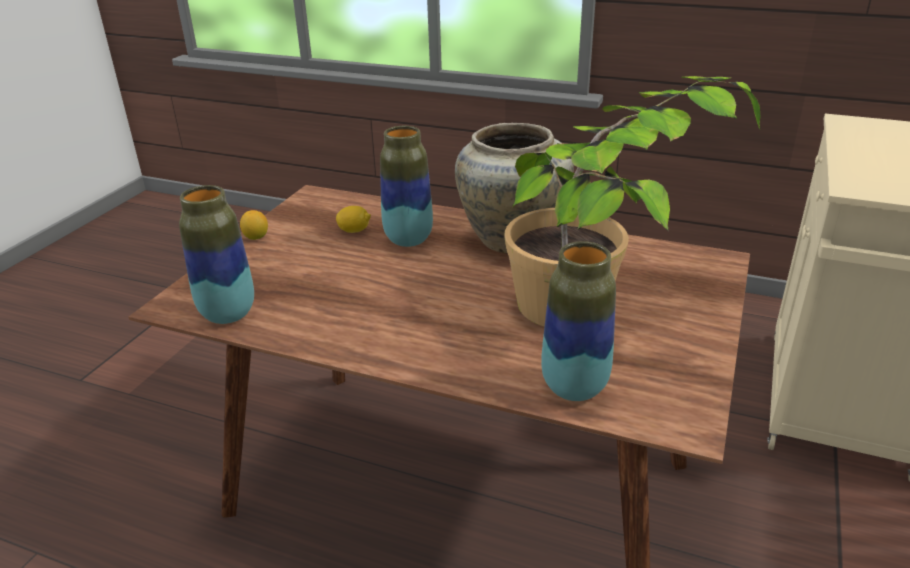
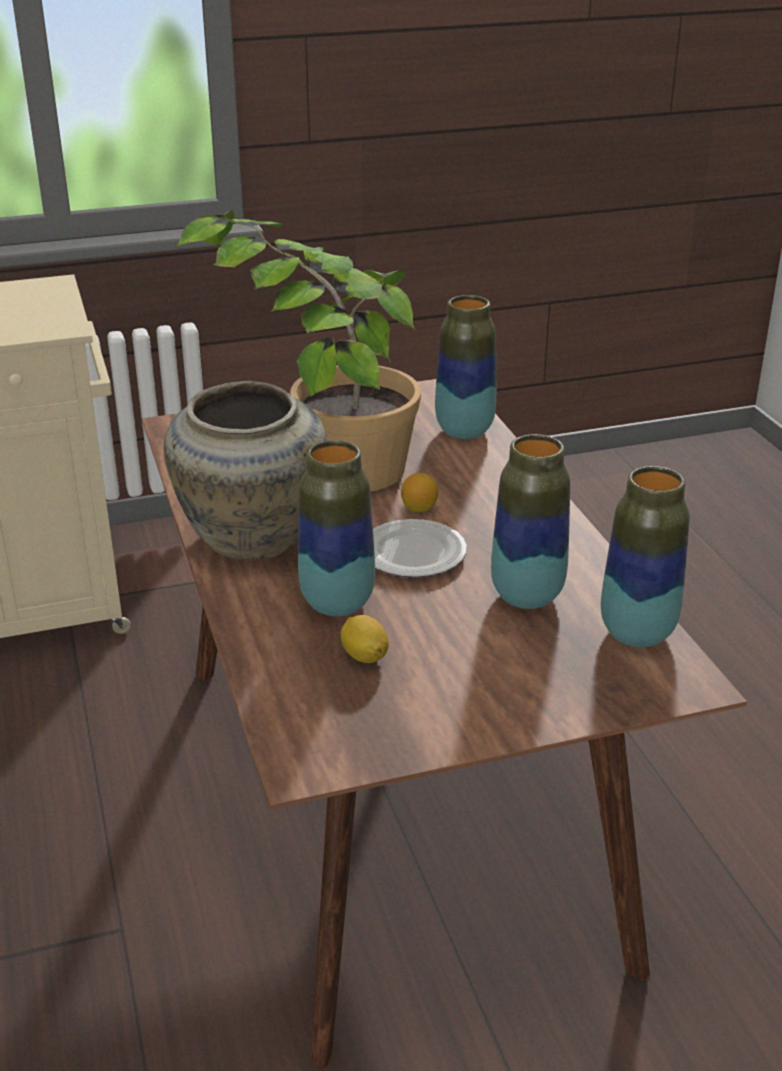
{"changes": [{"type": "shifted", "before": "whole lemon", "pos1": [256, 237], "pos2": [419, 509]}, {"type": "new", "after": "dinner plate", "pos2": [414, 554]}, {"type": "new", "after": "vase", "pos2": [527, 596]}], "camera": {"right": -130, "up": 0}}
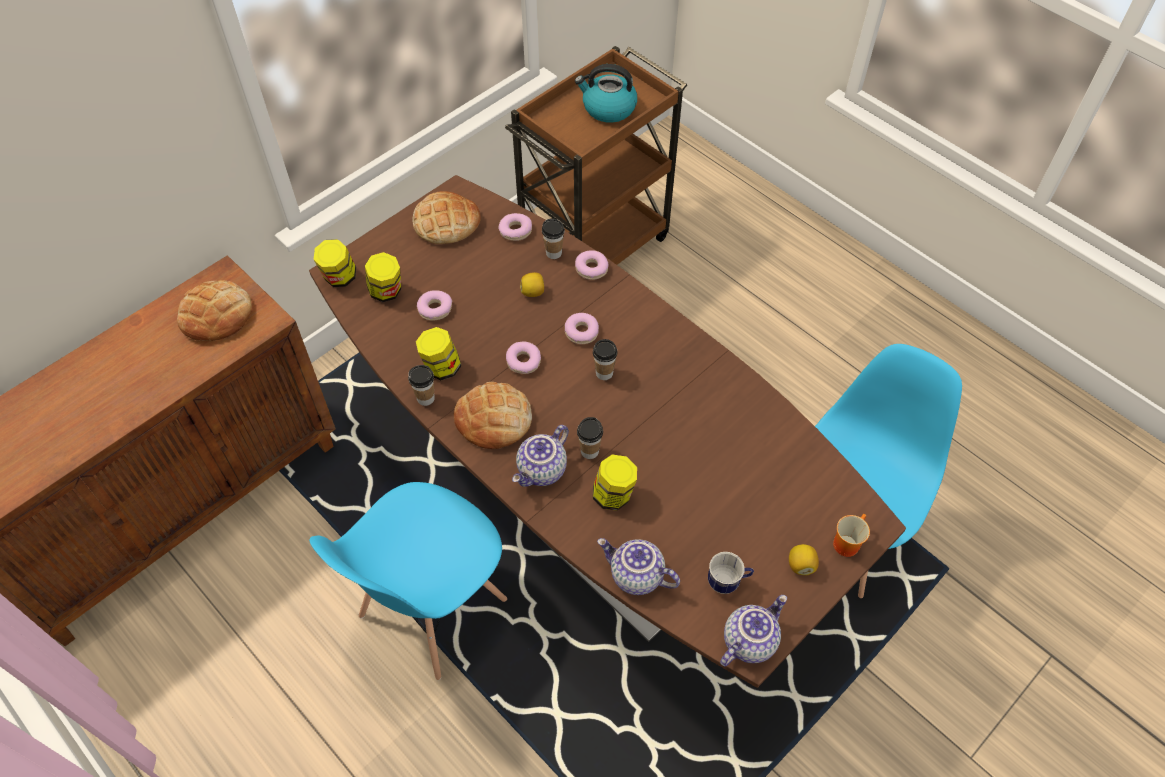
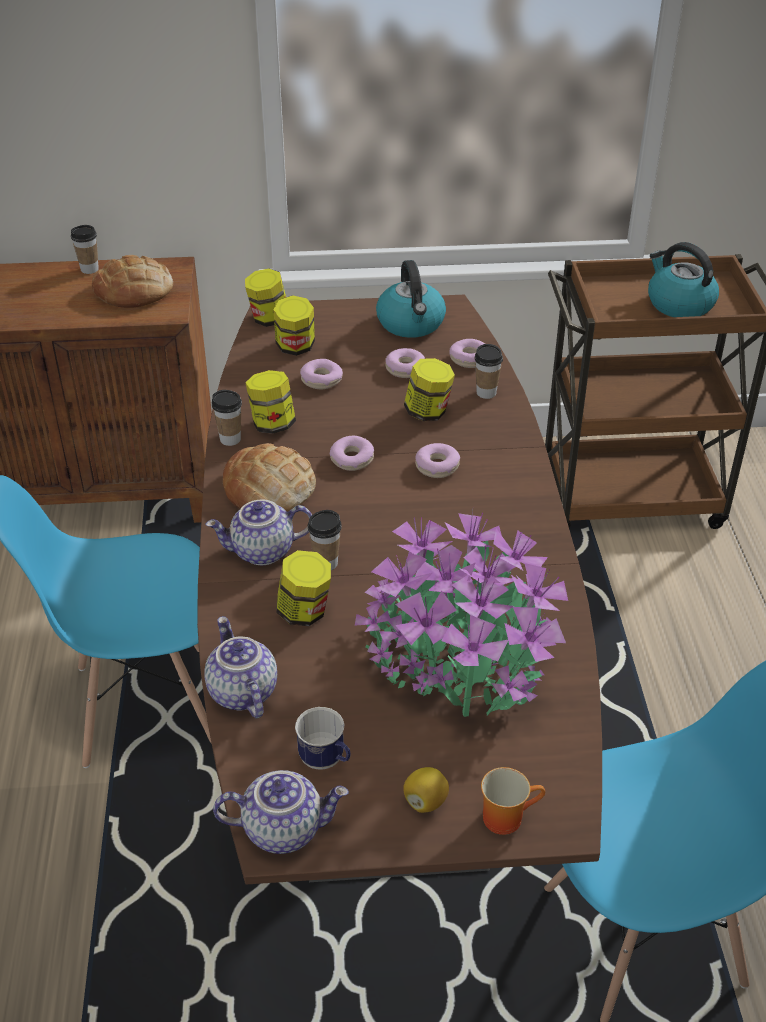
{"changes": [{"type": "swapped", "before": "baked bread", "after": "kettle", "pos1": [446, 222], "pos2": [411, 324]}, {"type": "swapped", "before": "whole lemon", "after": "storage jar", "pos1": [533, 292], "pos2": [428, 412]}, {"type": "shifted", "before": "donut", "pos1": [591, 269], "pos2": [405, 368]}, {"type": "shifted", "before": "drinking cup", "pos1": [604, 373], "pos2": [89, 269]}, {"type": "new", "after": "potted plant", "pos2": [460, 662]}], "camera": {"right": 40, "up": -15}}
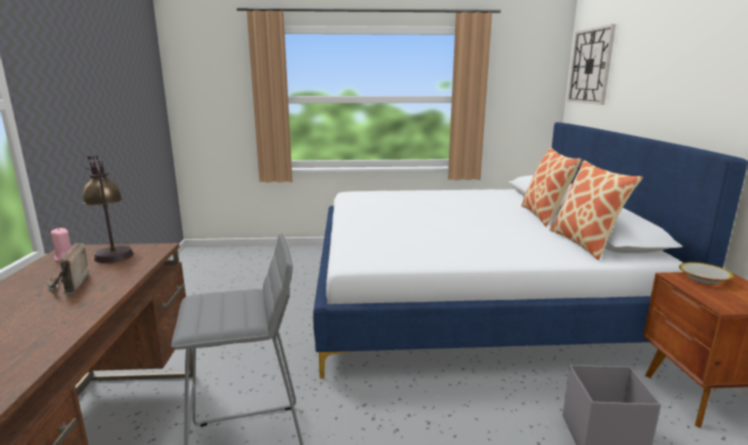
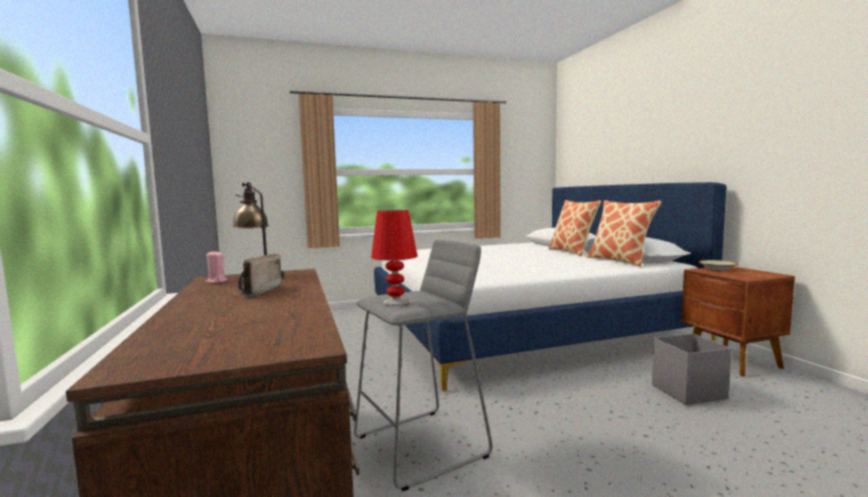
{"changes": [{"type": "rotated", "before": "radio receiver", "pos1": [68, 285], "pos2": [255, 291], "turn": 45}, {"type": "gone", "before": "clock on the wall", "pos1": [590, 66]}, {"type": "new", "after": "reddish table lamp", "pos2": [395, 302]}], "camera": {"right": -15, "up": -10}}
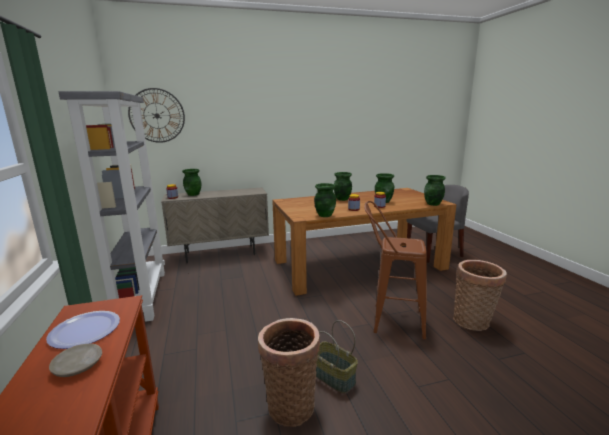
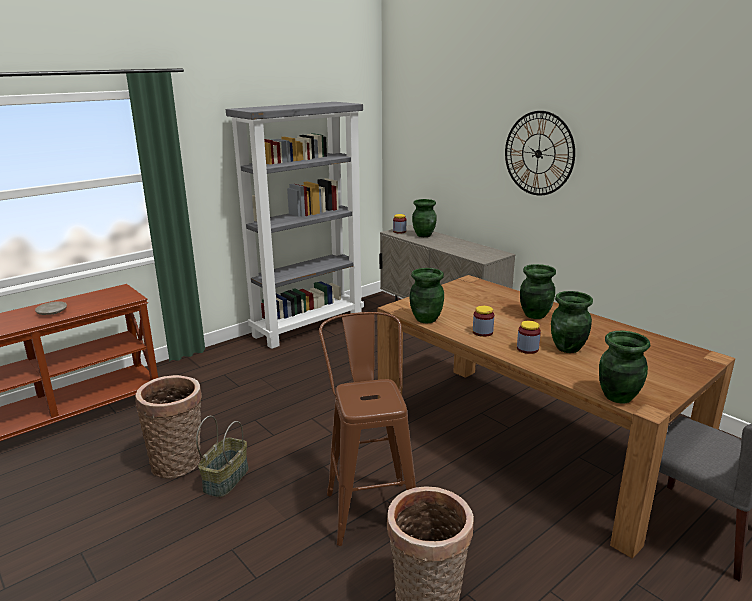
{"changes": [{"type": "gone", "before": "dinner plate", "pos1": [85, 330]}, {"type": "shifted", "before": "clock on the wall", "pos1": [157, 115], "pos2": [538, 153]}], "camera": {"right": 65, "up": 5}}
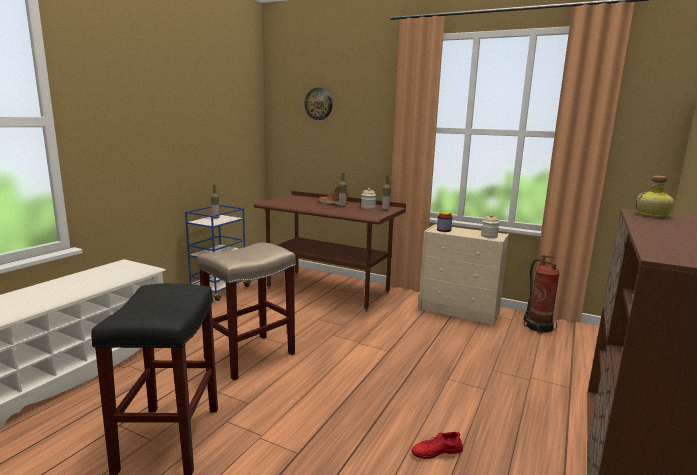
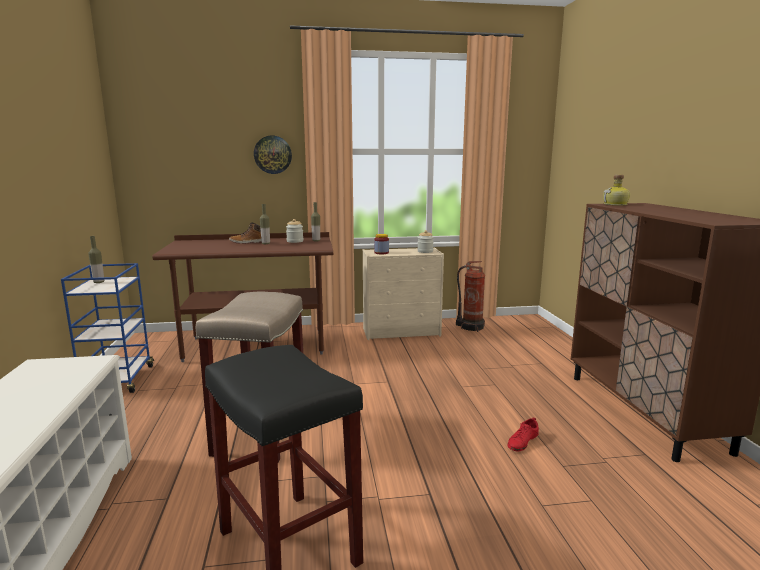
{"changes": [{"type": "shifted", "before": "clock on the wall", "pos1": [318, 104], "pos2": [273, 154]}], "camera": {"right": -35, "up": 0}}
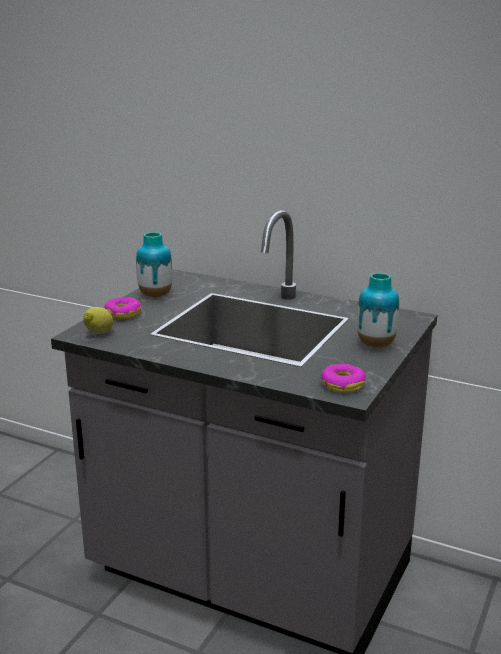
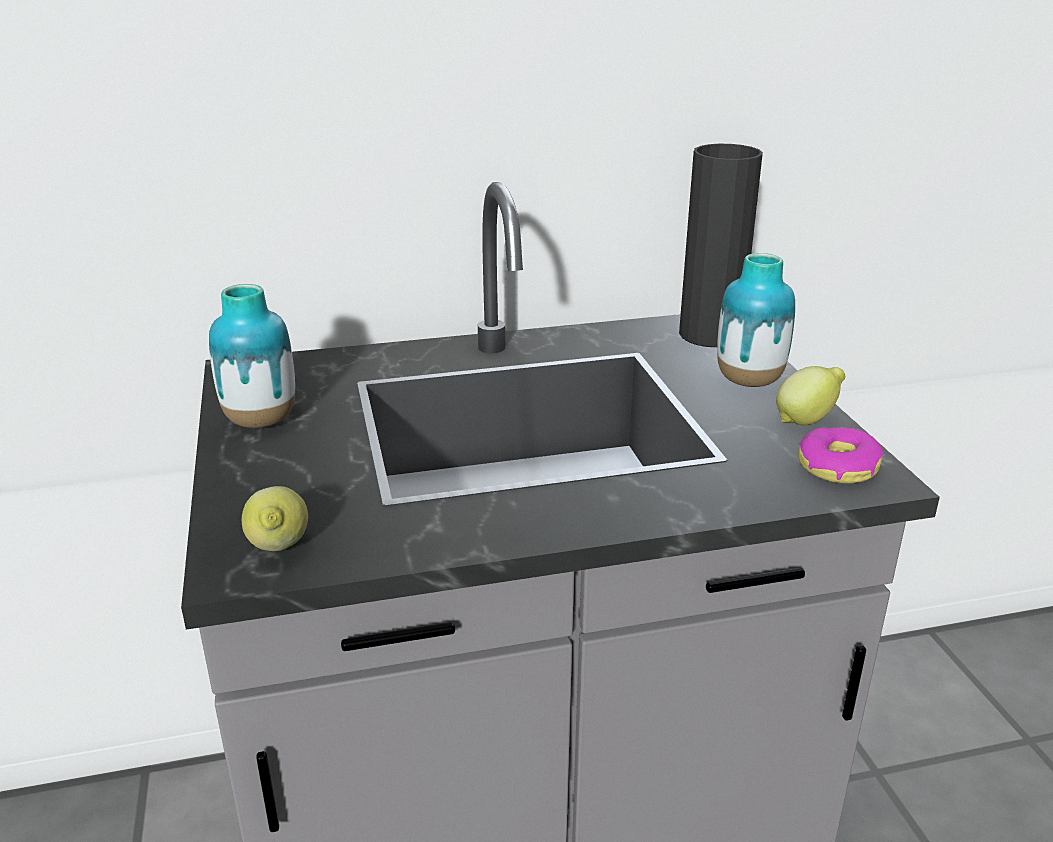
{"changes": [{"type": "gone", "before": "donut", "pos1": [123, 314]}, {"type": "new", "after": "blackish vase", "pos2": [710, 335]}, {"type": "new", "after": "whole lemon", "pos2": [806, 421]}], "camera": {"right": -40, "up": 5}}
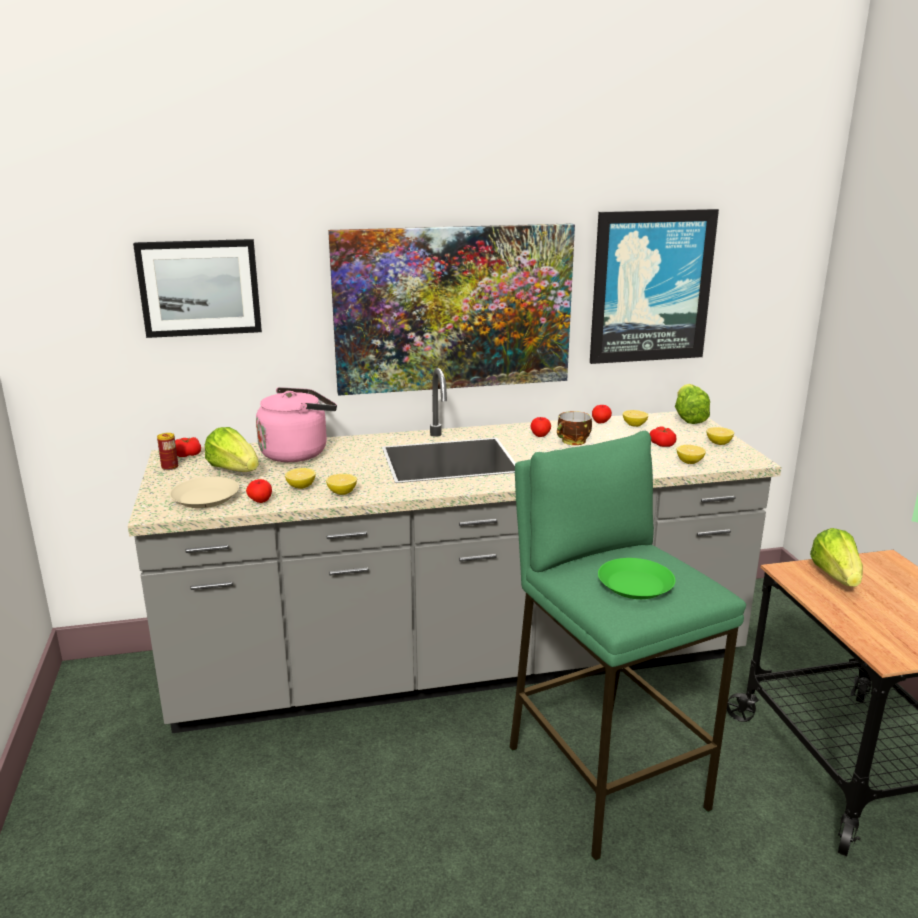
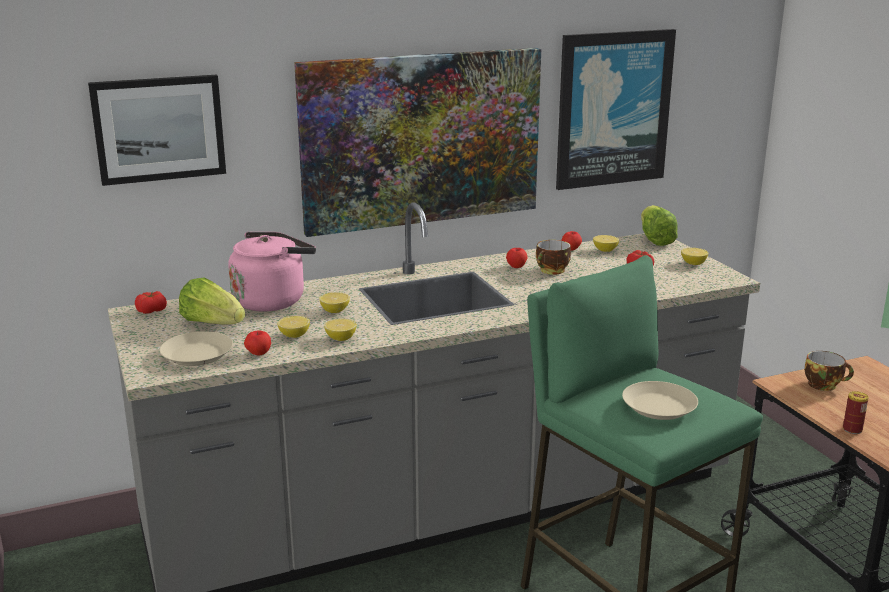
{"changes": [{"type": "shifted", "before": "sealed can", "pos1": [170, 467], "pos2": [852, 429]}, {"type": "repainted", "before": "green dinner plate", "after": "beige-coloured dinner plate", "pos1": [635, 585], "pos2": [658, 407]}, {"type": "shifted", "before": "whole lemon", "pos1": [689, 462], "pos2": [335, 311]}, {"type": "swapped", "before": "head of lettuce", "after": "drinking cup", "pos1": [836, 576], "pos2": [824, 385]}], "camera": {"right": -10, "up": 0}}
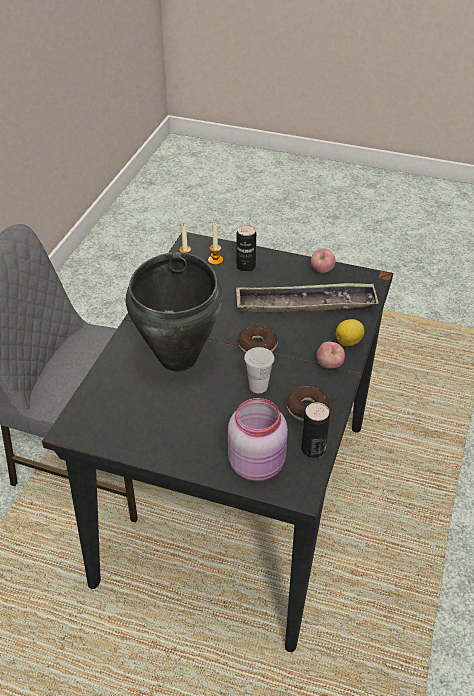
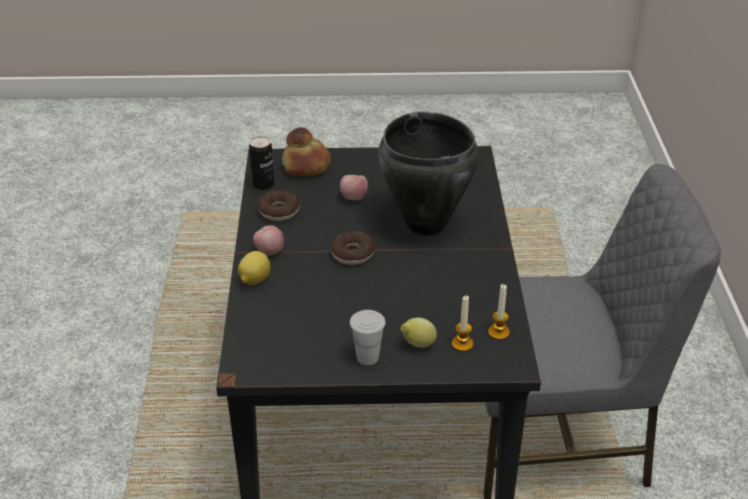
{"changes": [{"type": "swapped", "before": "pink storage jar", "after": "baked bread", "pos1": [258, 464], "pos2": [306, 166]}, {"type": "swapped", "before": "sealed can", "after": "whole lemon", "pos1": [246, 266], "pos2": [417, 345]}, {"type": "gone", "before": "tray", "pos1": [305, 304]}, {"type": "shifted", "before": "white drinking cup", "pos1": [258, 386], "pos2": [367, 357]}, {"type": "shifted", "before": "apple", "pos1": [322, 271], "pos2": [354, 198]}], "camera": {"right": 160, "up": -5}}
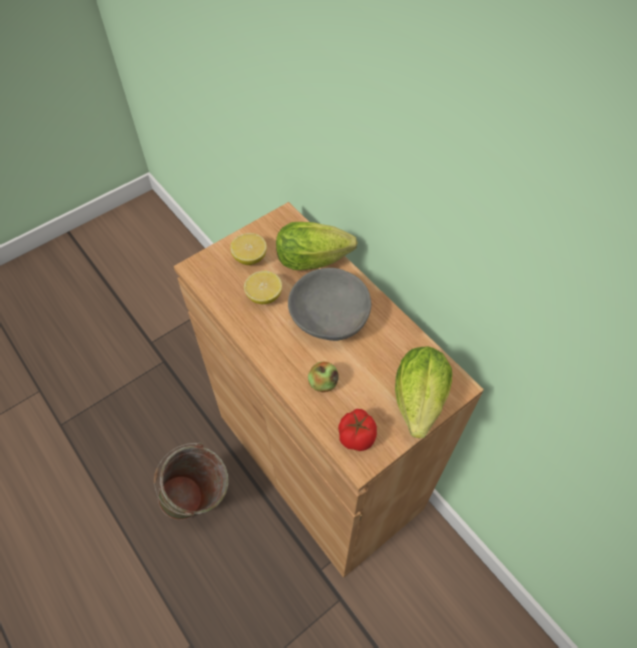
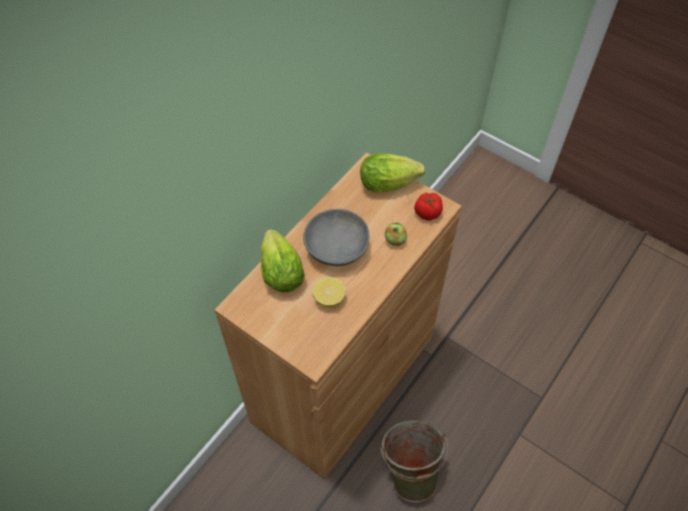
{"changes": [{"type": "gone", "before": "whole lemon", "pos1": [250, 257]}], "camera": {"right": -105, "up": 0}}
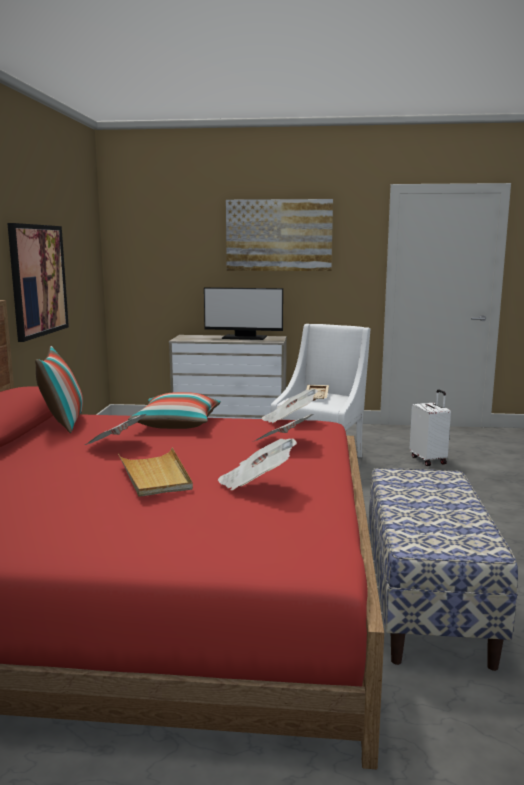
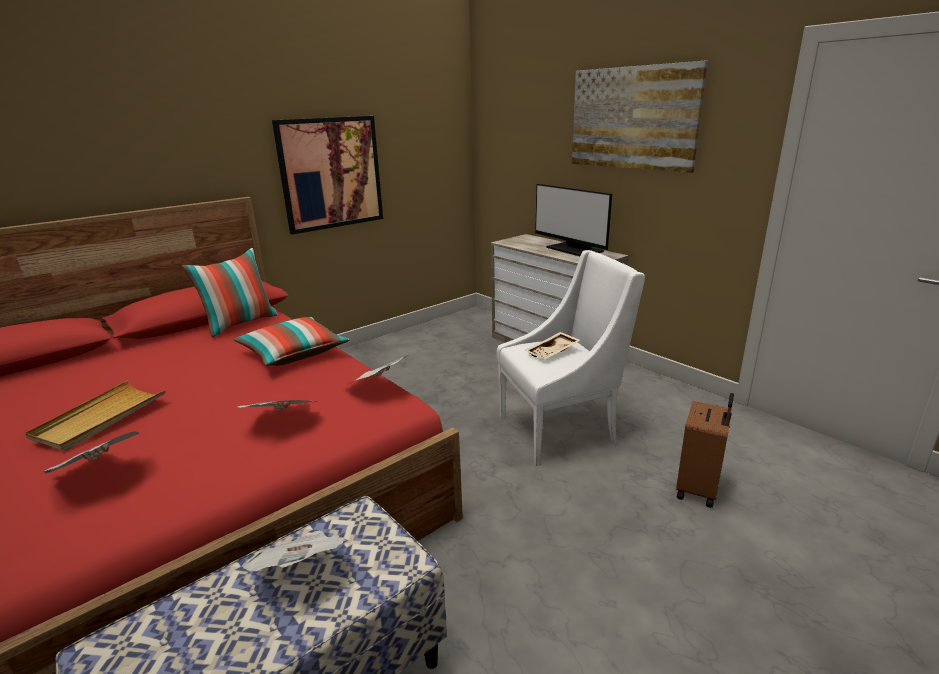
{"changes": [{"type": "shifted", "before": "daily paper", "pos1": [116, 445], "pos2": [301, 568]}, {"type": "repainted", "before": "white suitcase", "after": "brown suitcase", "pos1": [429, 460], "pos2": [699, 489]}], "camera": {"right": 45, "up": 10}}
